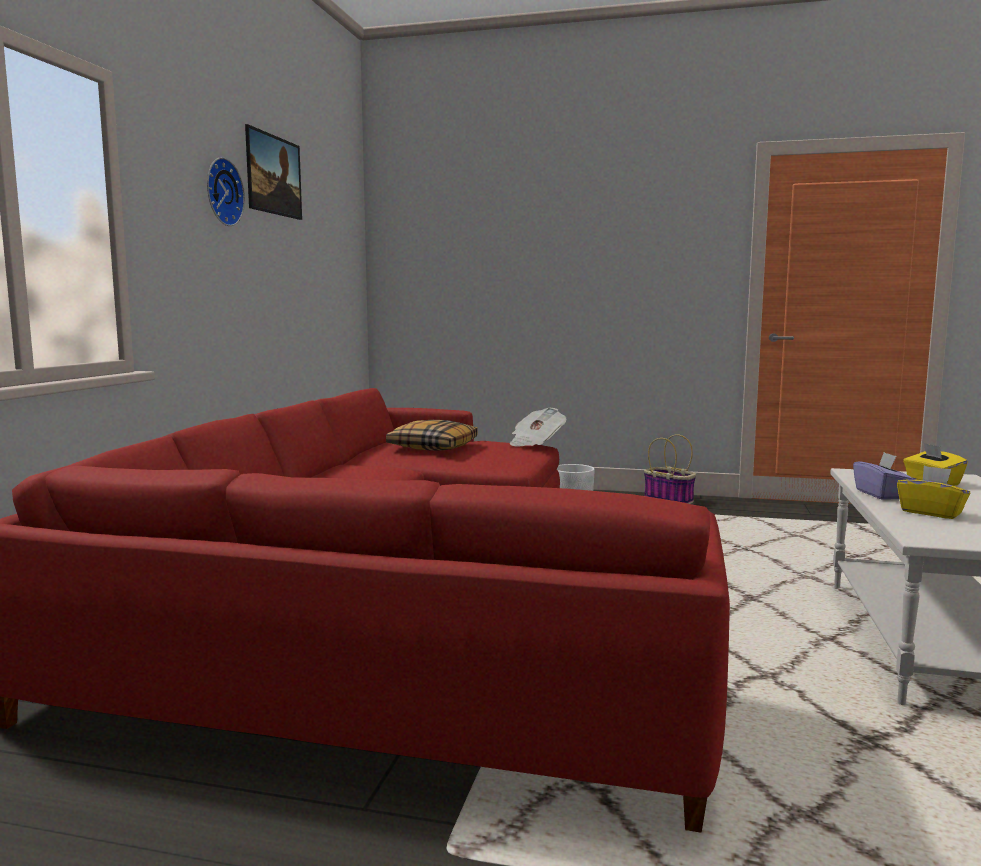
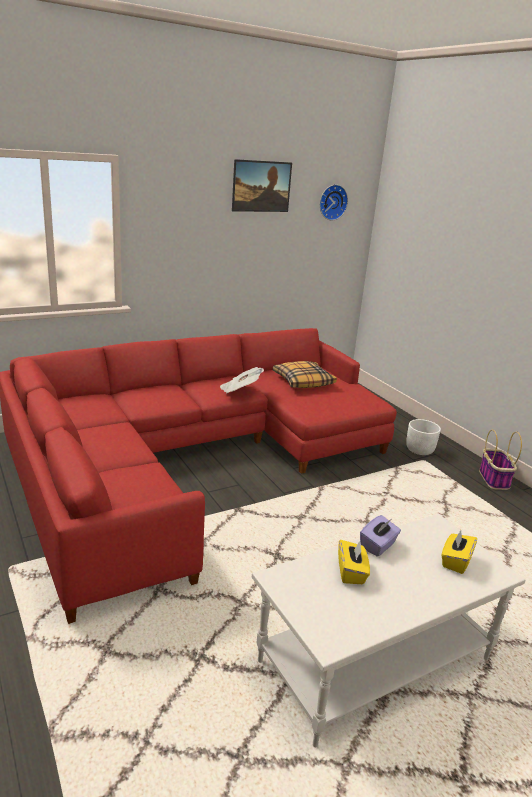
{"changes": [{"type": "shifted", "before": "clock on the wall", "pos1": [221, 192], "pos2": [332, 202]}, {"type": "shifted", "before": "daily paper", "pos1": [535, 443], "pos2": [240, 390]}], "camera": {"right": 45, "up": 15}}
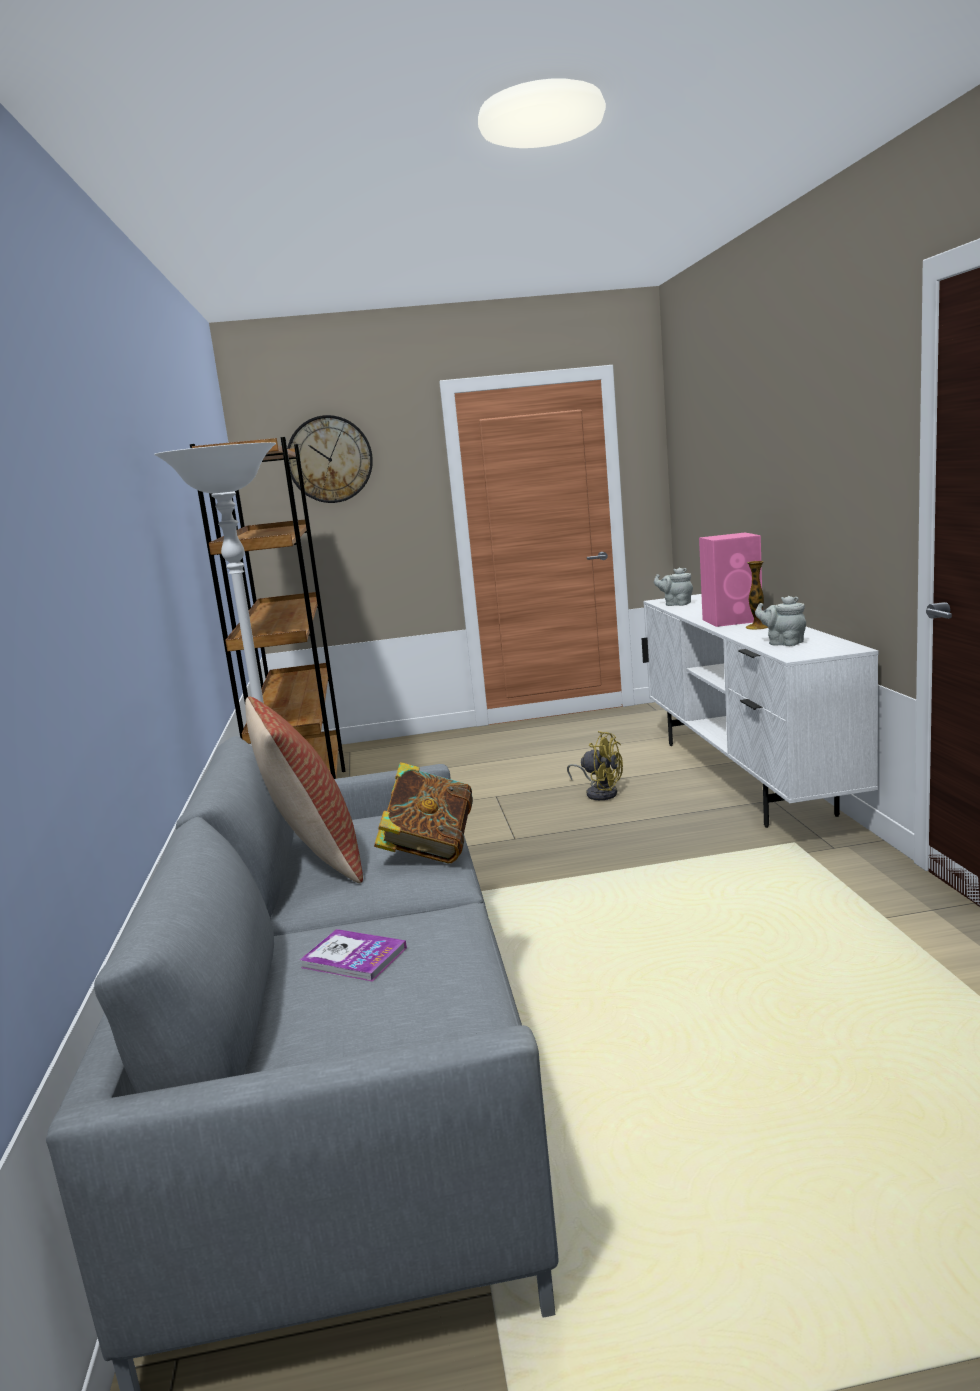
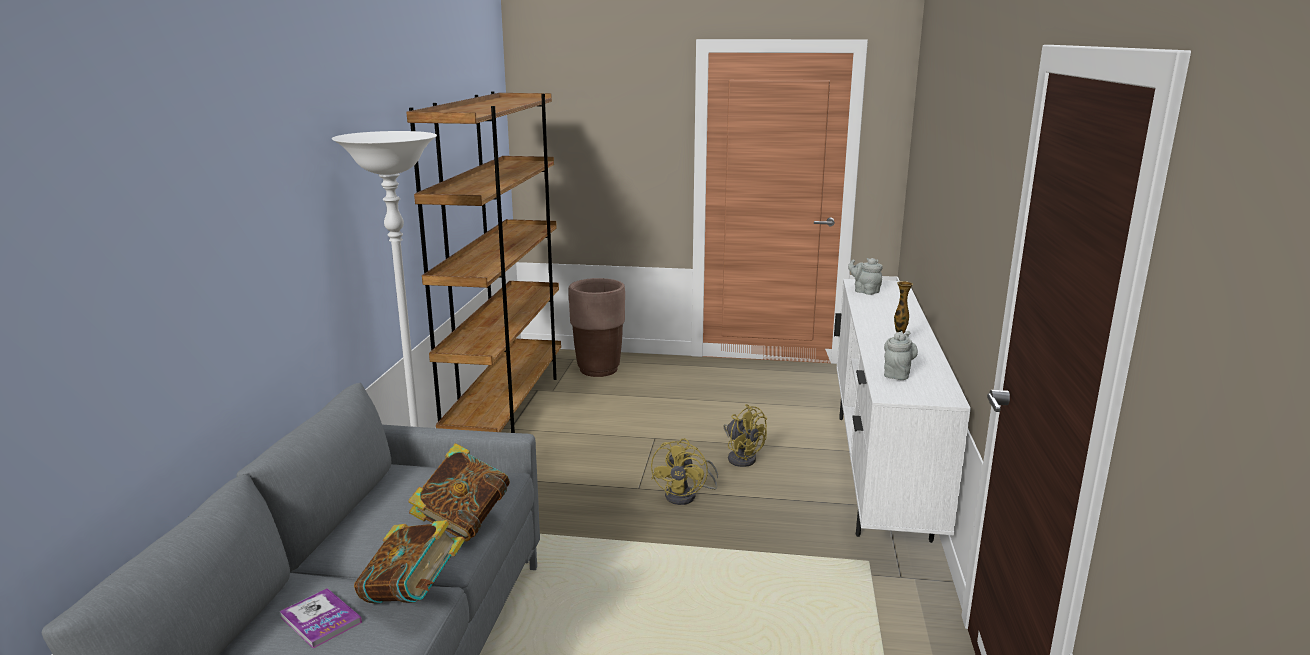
{"changes": [{"type": "gone", "before": "throw pillow", "pos1": [313, 858]}, {"type": "gone", "before": "clock on the wall", "pos1": [329, 459]}, {"type": "gone", "before": "pink speaker", "pos1": [733, 620]}, {"type": "rotated", "before": "gray teapot", "pos1": [783, 643], "pos2": [897, 374], "turn": 60}, {"type": "new", "after": "volume", "pos2": [413, 596]}, {"type": "new", "after": "brown plant pot", "pos2": [598, 370]}, {"type": "new", "after": "yellow-coloured electric fan", "pos2": [687, 495]}], "camera": {"right": 15, "up": 5}}
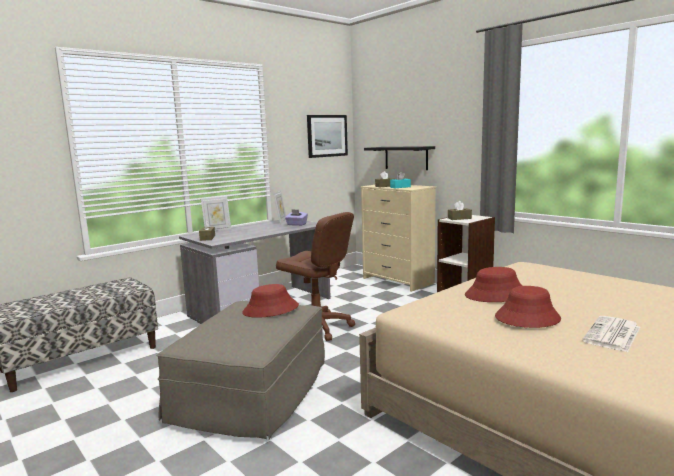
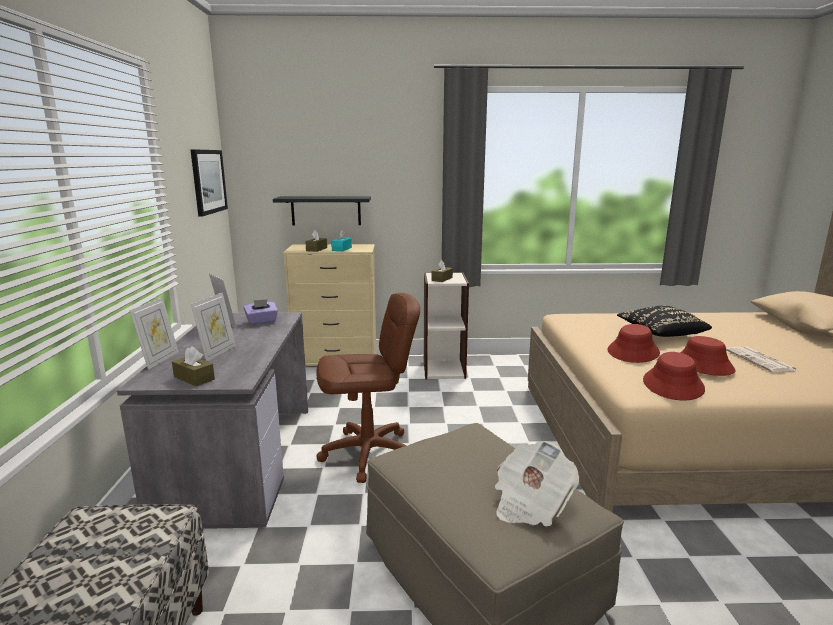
{"changes": [{"type": "shifted", "before": "reddish hat", "pos1": [270, 309], "pos2": [673, 385]}, {"type": "new", "after": "photo frame", "pos2": [217, 353]}, {"type": "new", "after": "daily paper", "pos2": [530, 503]}, {"type": "new", "after": "blackish throw pillow", "pos2": [660, 333]}], "camera": {"right": -50, "up": 5}}
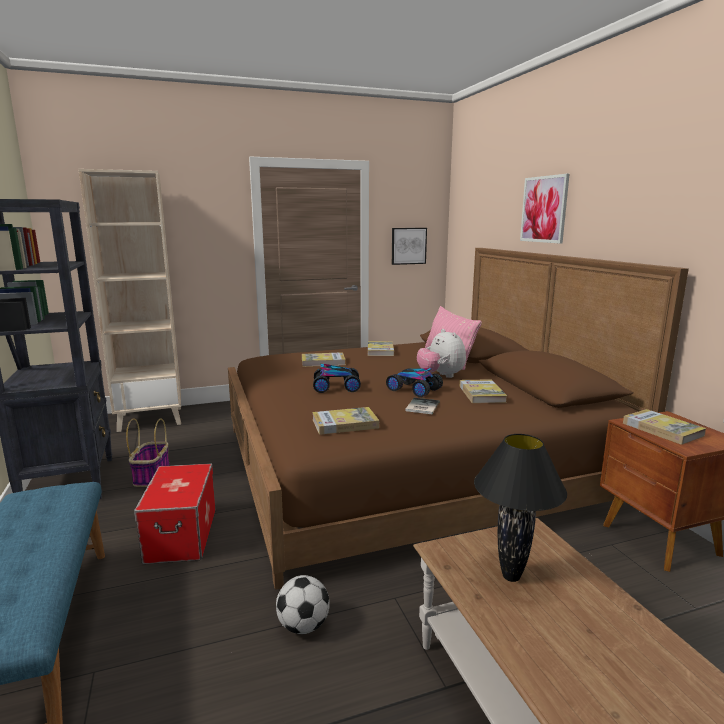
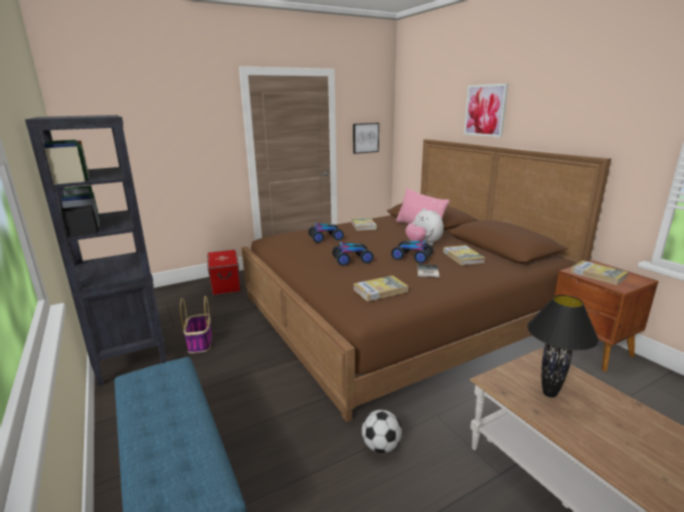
{"changes": [{"type": "gone", "before": "beige-coloured bookcase", "pos1": [151, 419]}, {"type": "shifted", "before": "storage box", "pos1": [182, 535], "pos2": [226, 284]}, {"type": "swapped", "before": "volume", "after": "model car", "pos1": [323, 362], "pos2": [326, 238]}], "camera": {"right": -10, "up": 5}}
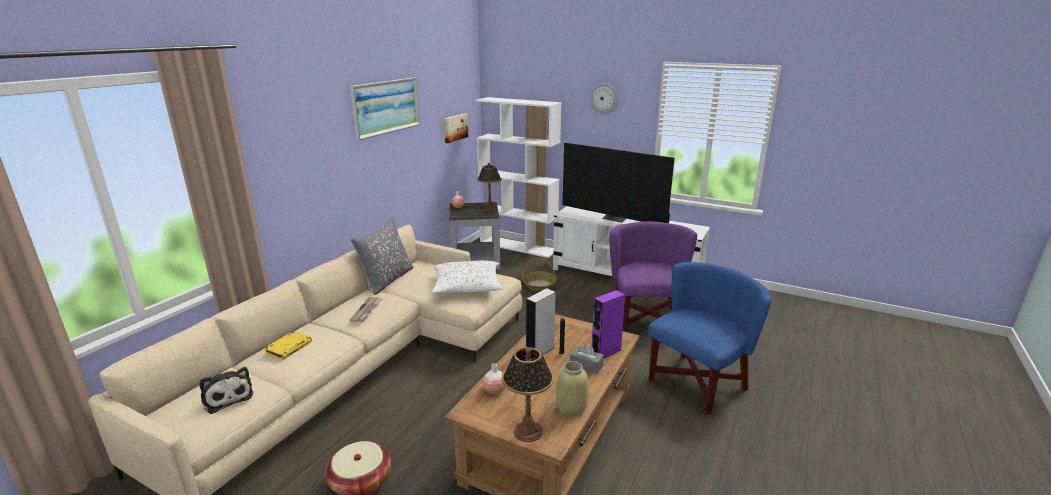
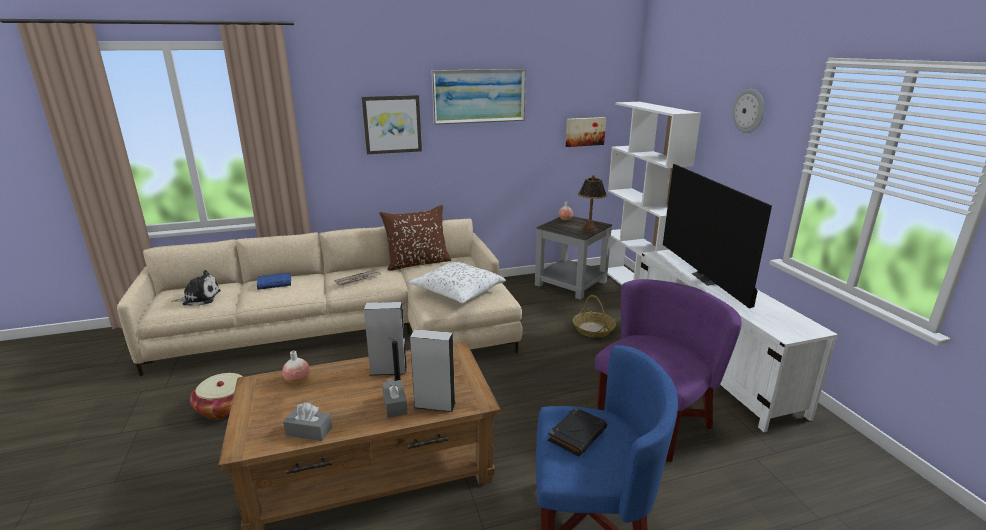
{"changes": [{"type": "rotated", "before": "cuddly toy", "pos1": [227, 397], "pos2": [199, 298], "turn": -105}, {"type": "repainted", "before": "yellow-coloured volume", "after": "bluish volume", "pos1": [289, 348], "pos2": [275, 283]}, {"type": "repainted", "before": "gray throw pillow", "after": "brown throw pillow", "pos1": [387, 280], "pos2": [417, 263]}, {"type": "gone", "before": "table lamp", "pos1": [528, 432]}, {"type": "swapped", "before": "beige-coloured vase", "after": "gray tissue box", "pos1": [571, 408], "pos2": [309, 431]}, {"type": "repainted", "before": "purple-coloured speaker", "after": "gray speaker", "pos1": [606, 352], "pos2": [434, 405]}, {"type": "new", "after": "wall picture", "pos2": [392, 124]}, {"type": "new", "after": "blackish volume", "pos2": [577, 434]}], "camera": {"right": 45, "up": 0}}
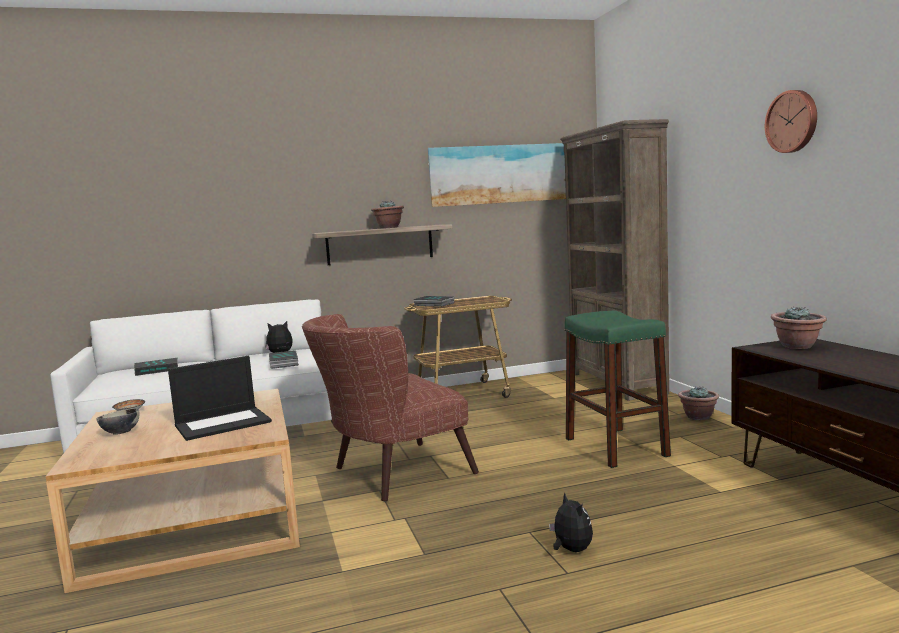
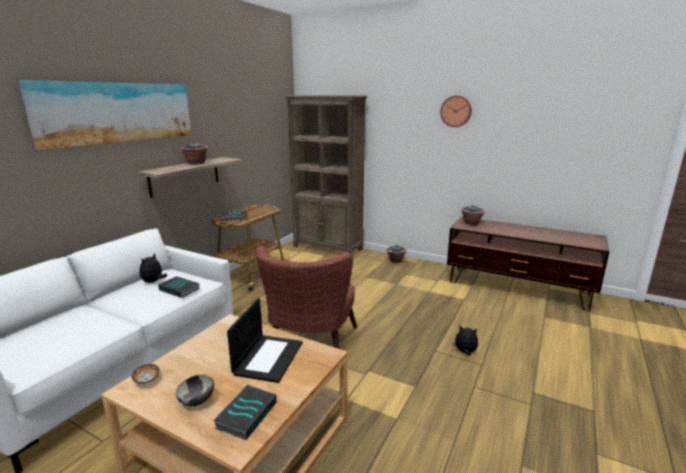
{"changes": [{"type": "shifted", "before": "volume", "pos1": [157, 370], "pos2": [246, 414]}, {"type": "shifted", "before": "wall picture", "pos1": [508, 174], "pos2": [118, 112]}, {"type": "gone", "before": "green sitting stool", "pos1": [615, 447]}], "camera": {"right": -45, "up": 10}}
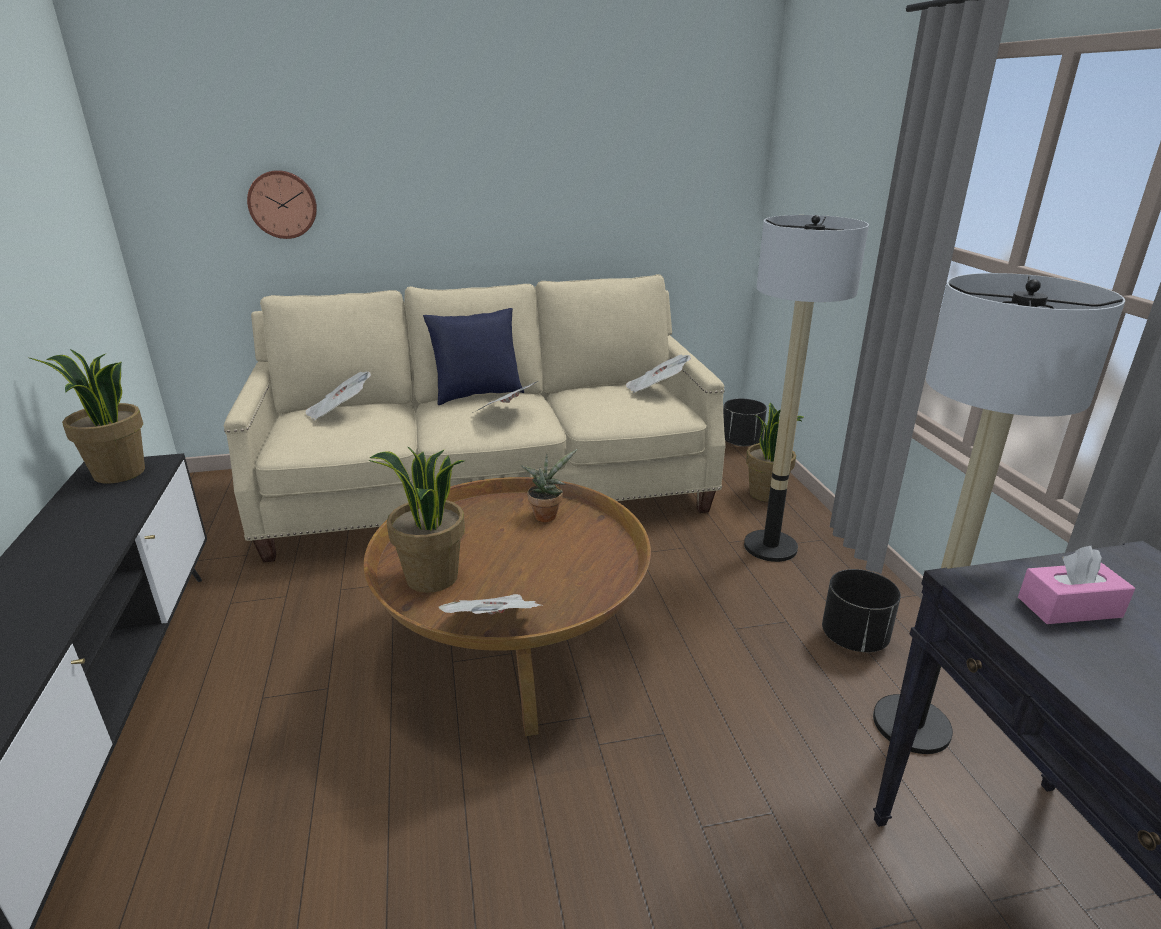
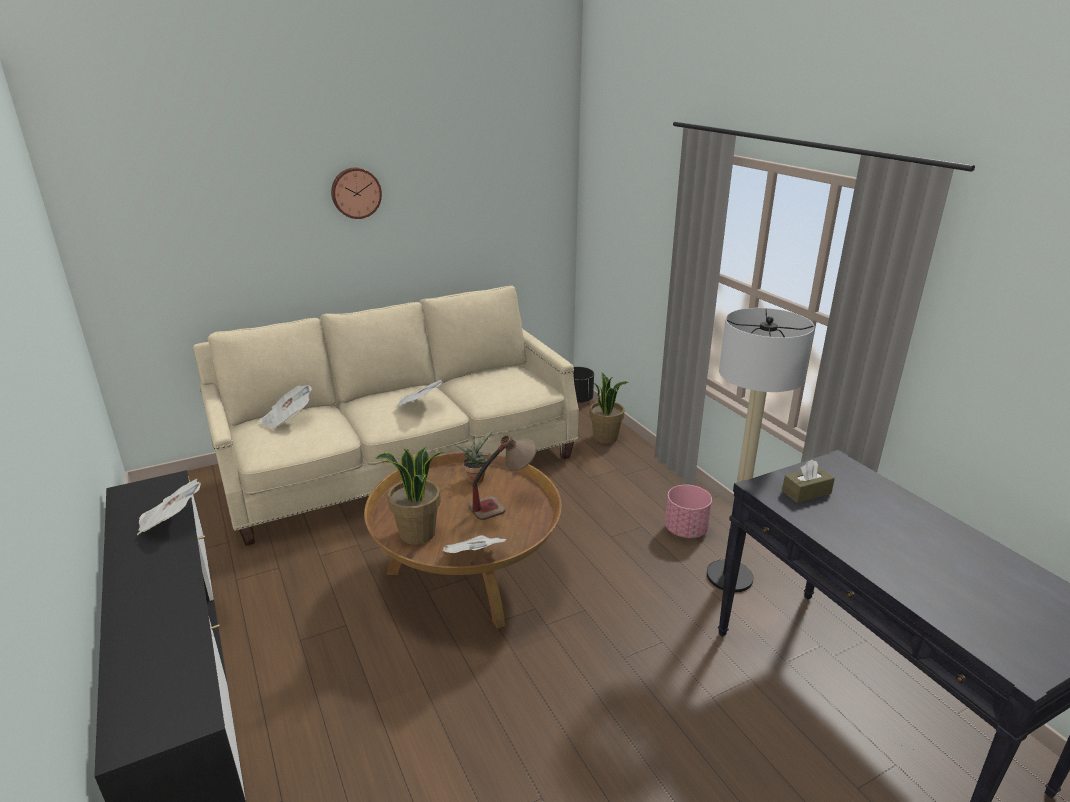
{"changes": [{"type": "gone", "before": "potted plant", "pos1": [118, 473]}, {"type": "shifted", "before": "clock on the wall", "pos1": [283, 204], "pos2": [356, 193]}, {"type": "gone", "before": "bluish throw pillow", "pos1": [477, 395]}, {"type": "shifted", "before": "daily paper", "pos1": [655, 389], "pos2": [171, 521]}, {"type": "gone", "before": "floor lamp", "pos1": [770, 546]}, {"type": "repainted", "before": "blackish plant pot", "after": "pink plant pot", "pos1": [854, 638], "pos2": [686, 530]}, {"type": "repainted", "before": "pink tissue box", "after": "brown tissue box", "pos1": [1069, 607], "pos2": [806, 492]}, {"type": "new", "after": "table lamp", "pos2": [503, 504]}], "camera": {"right": -15, "up": 0}}
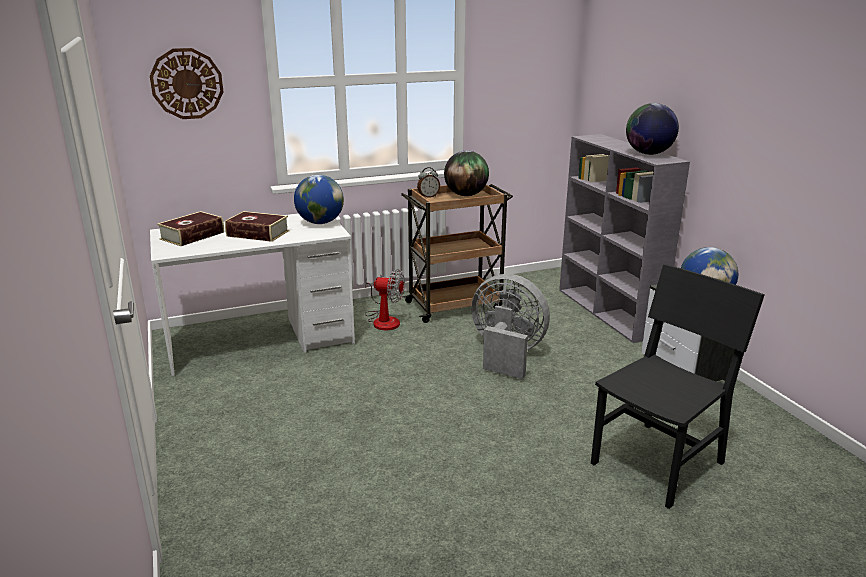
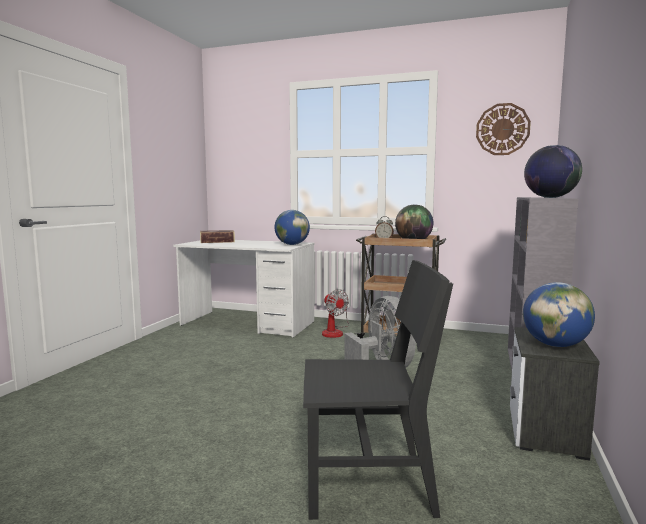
{"changes": [{"type": "shifted", "before": "clock on the wall", "pos1": [187, 84], "pos2": [502, 129]}, {"type": "gone", "before": "volume", "pos1": [258, 233]}], "camera": {"right": 40, "up": -15}}
